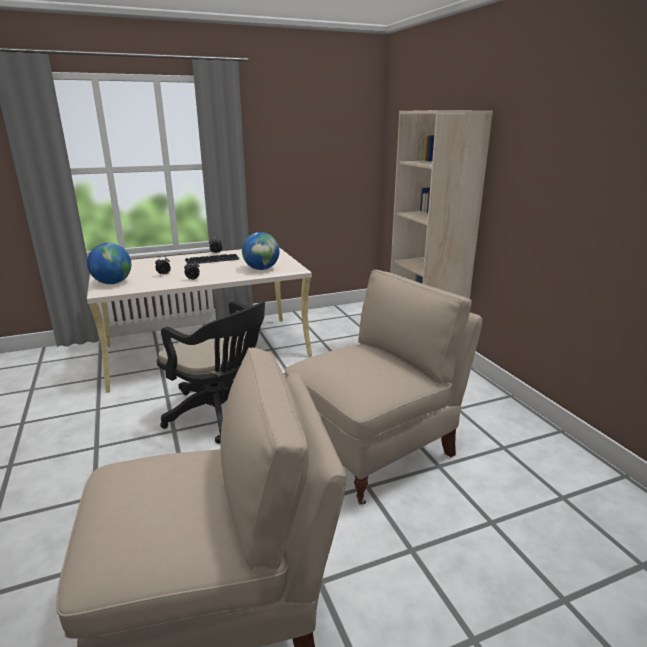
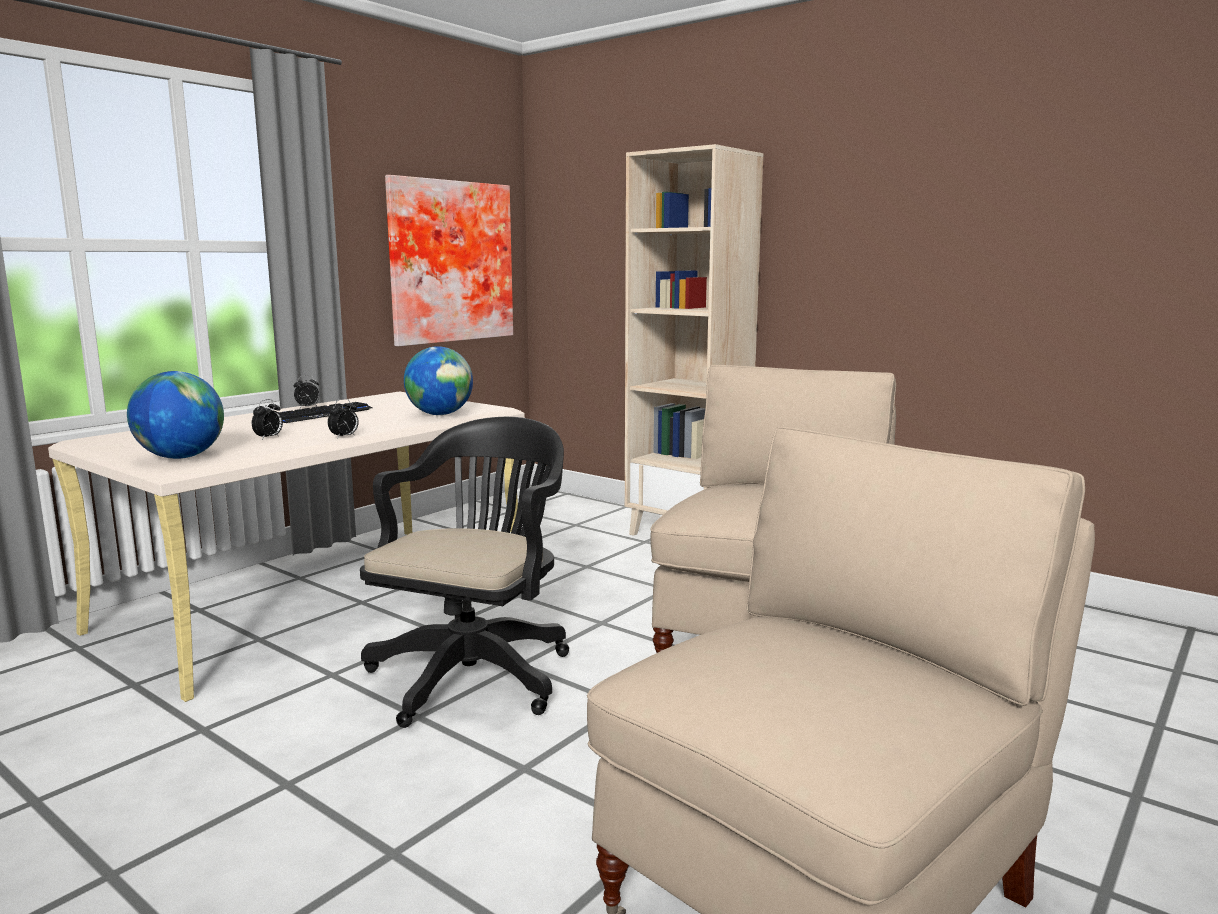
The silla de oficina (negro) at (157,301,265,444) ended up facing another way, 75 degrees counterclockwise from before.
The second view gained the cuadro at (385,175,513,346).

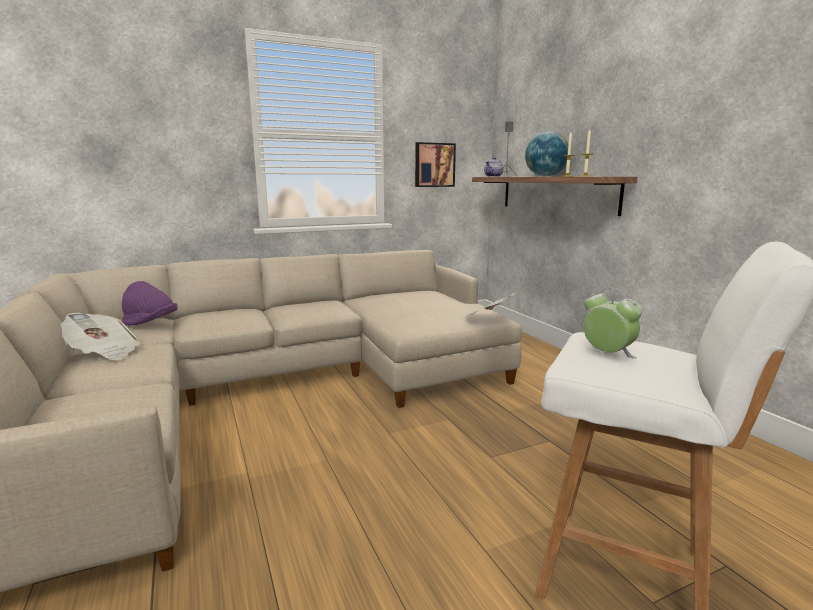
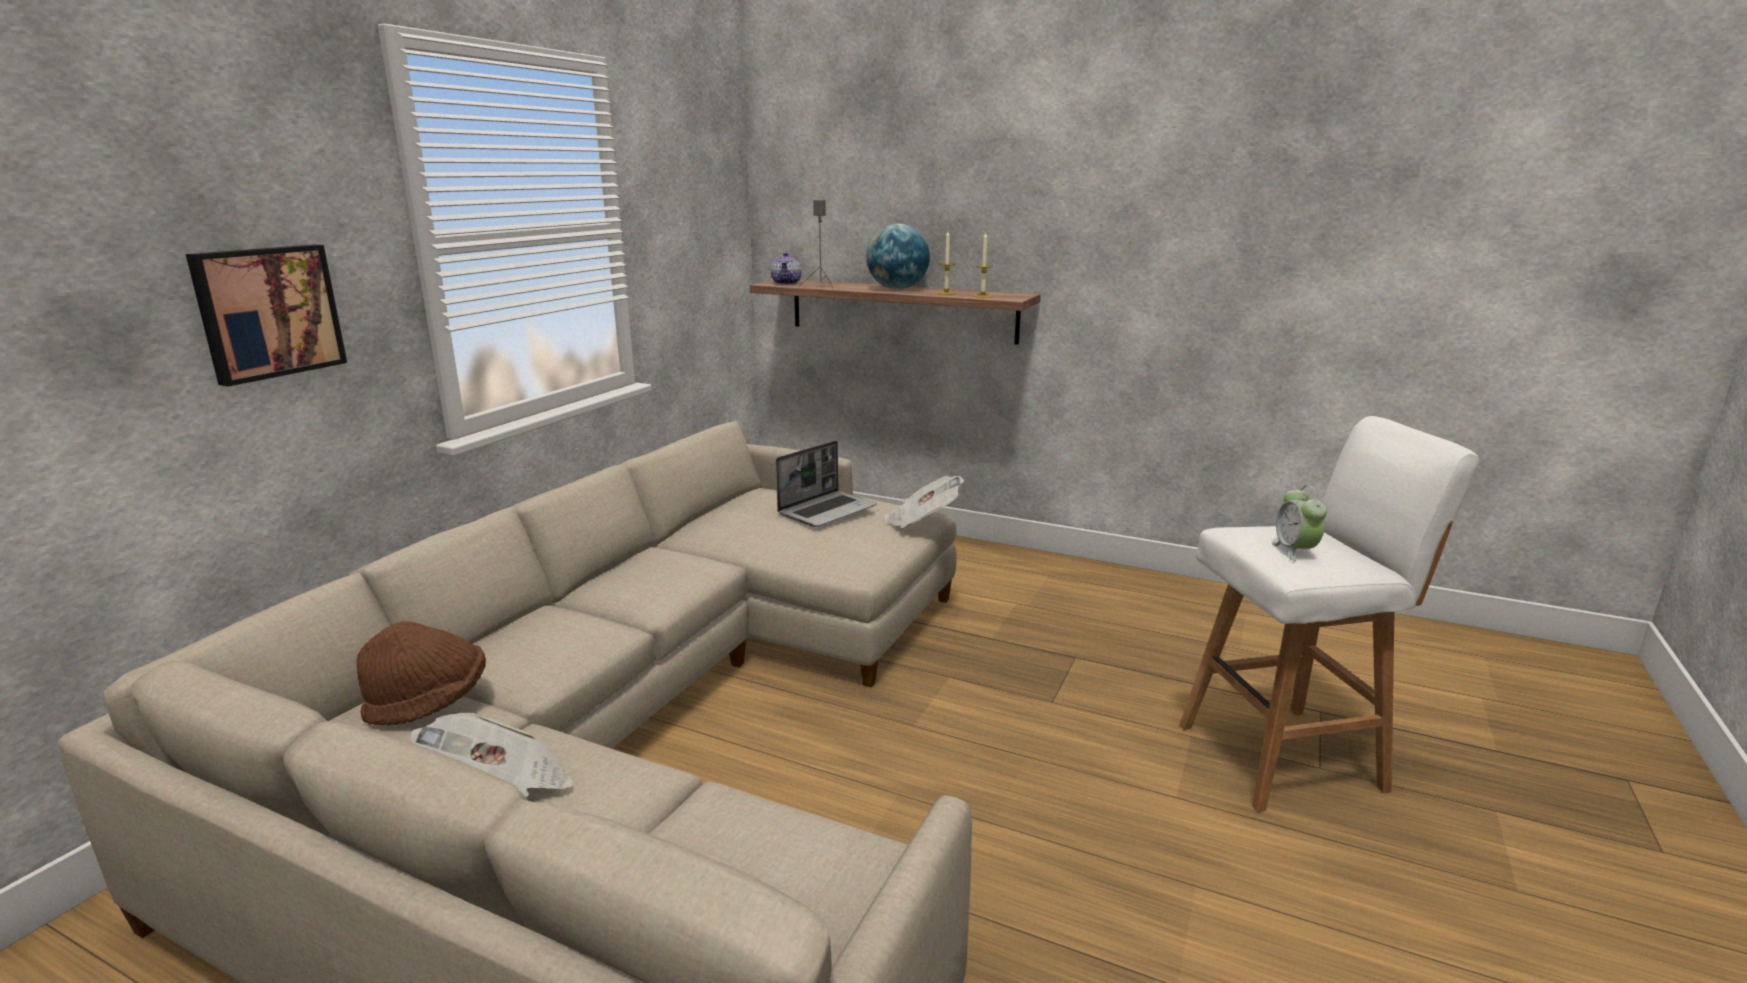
The cuadro ended up elsewhere, having gone from (415,142,456,187) to (186,245,347,387).
What was the sombrero (morado) at (122,281,178,326) turned into the sombrero (marrón) at (357,621,486,725).
The second view gained the portátil at (776,441,877,527).
The despertador at (583,287,642,359) ended up facing another way, 105 degrees counterclockwise from before.

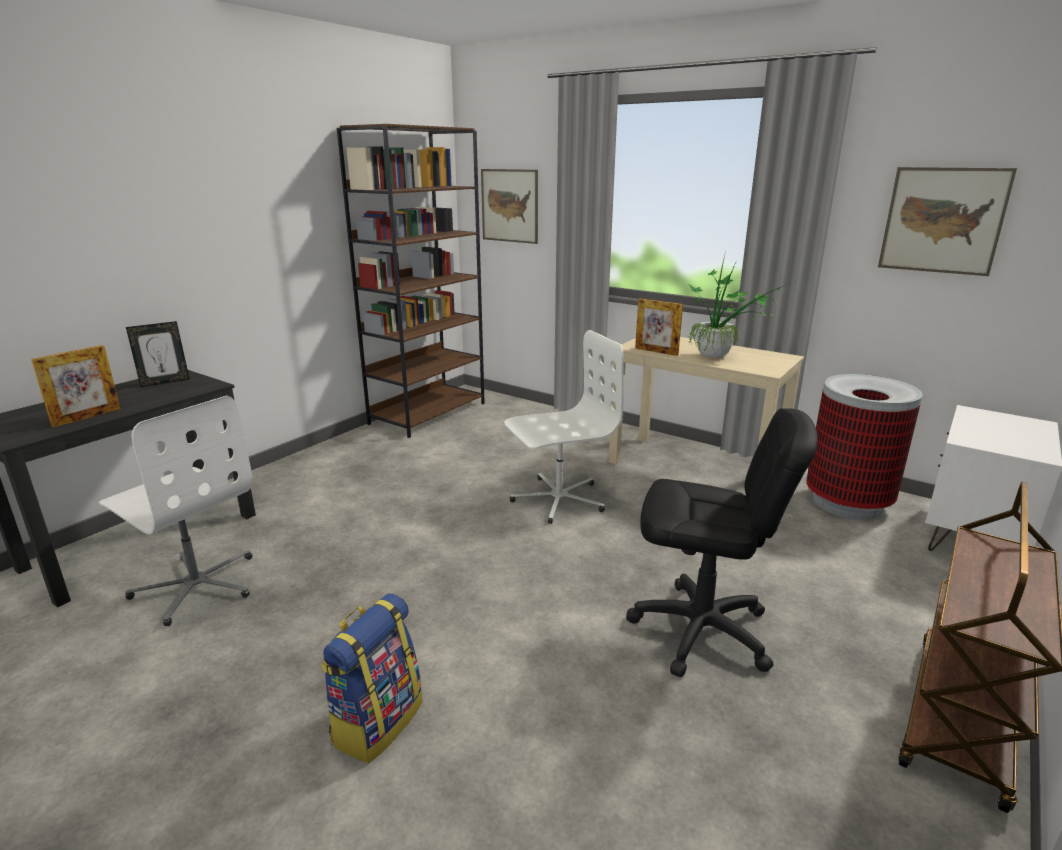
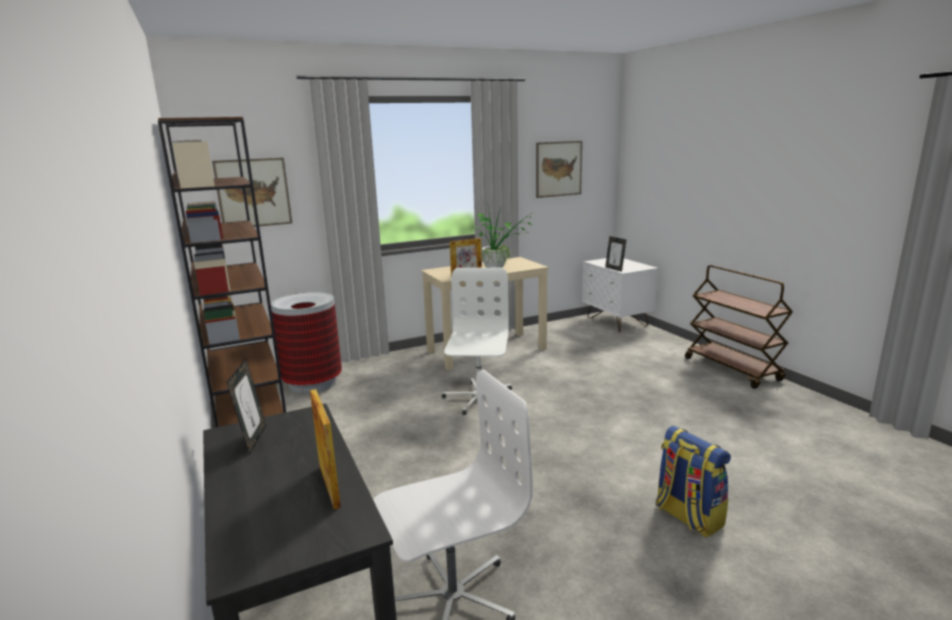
The papelera ended up elsewhere, having gone from (806,374,923,520) to (271,292,342,394).
The second view gained the portarretratos at (605,236,626,272).
The second view lost the silla de oficina (negro) at (626,408,818,677).

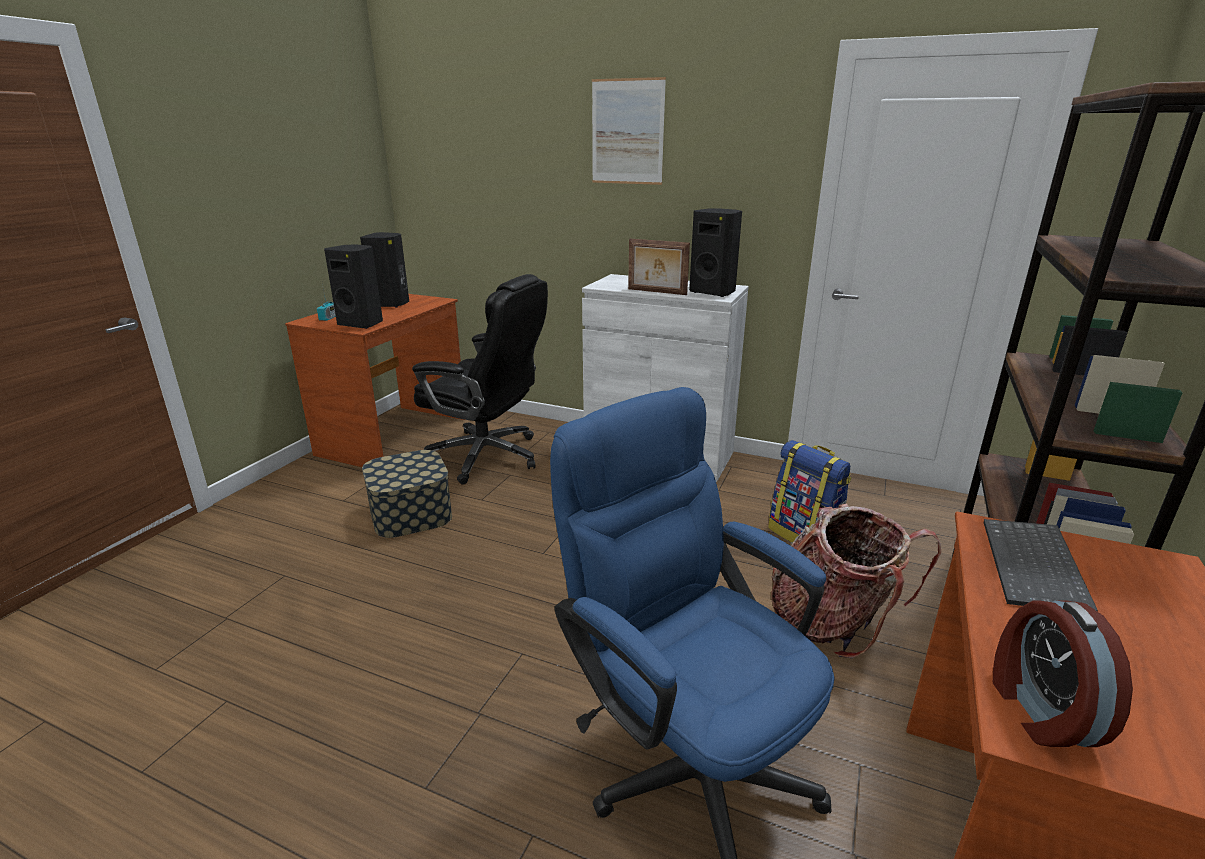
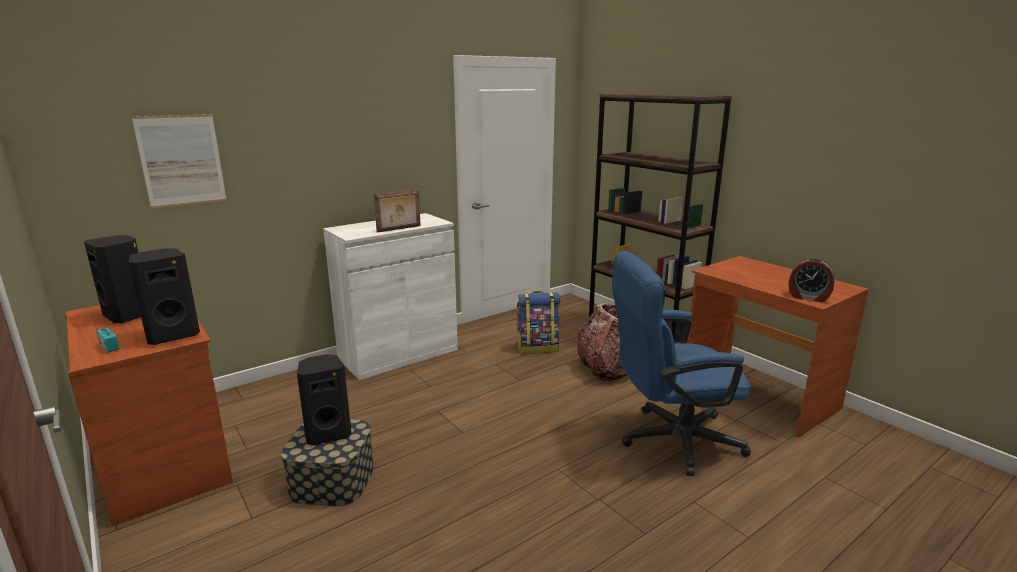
The cuadro ended up elsewhere, having gone from (592,77,666,185) to (132,114,227,208).
The altavoz (negro) ended up elsewhere, having gone from (689,208,742,297) to (297,354,352,446).
The second view lost the silla de oficina (negro) at (412,274,548,485).
The second view lost the teclado at (984,519,1098,612).

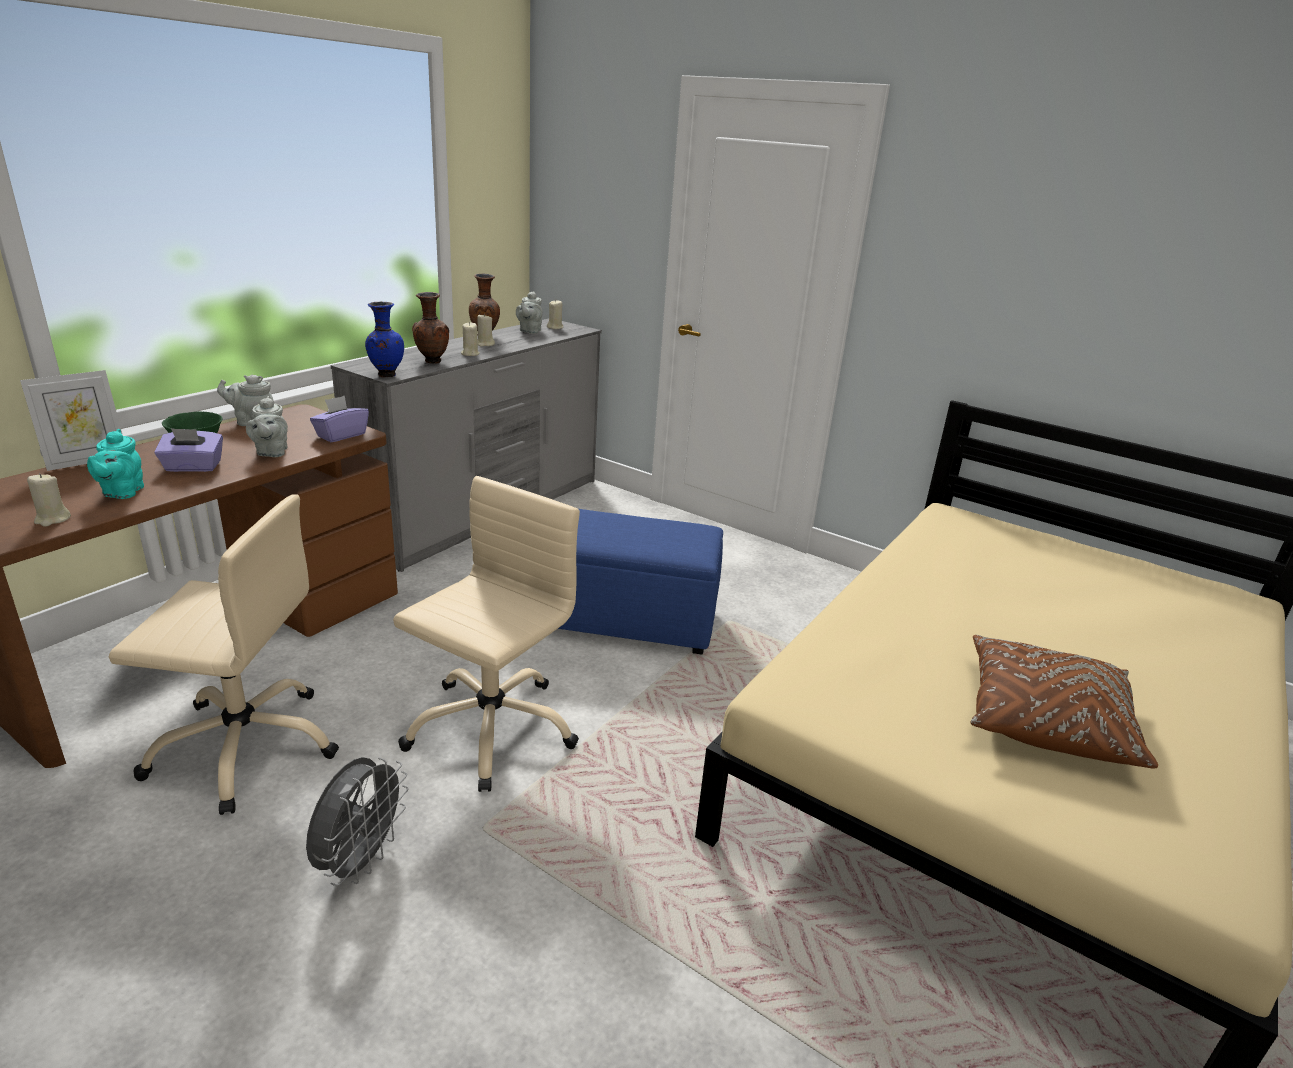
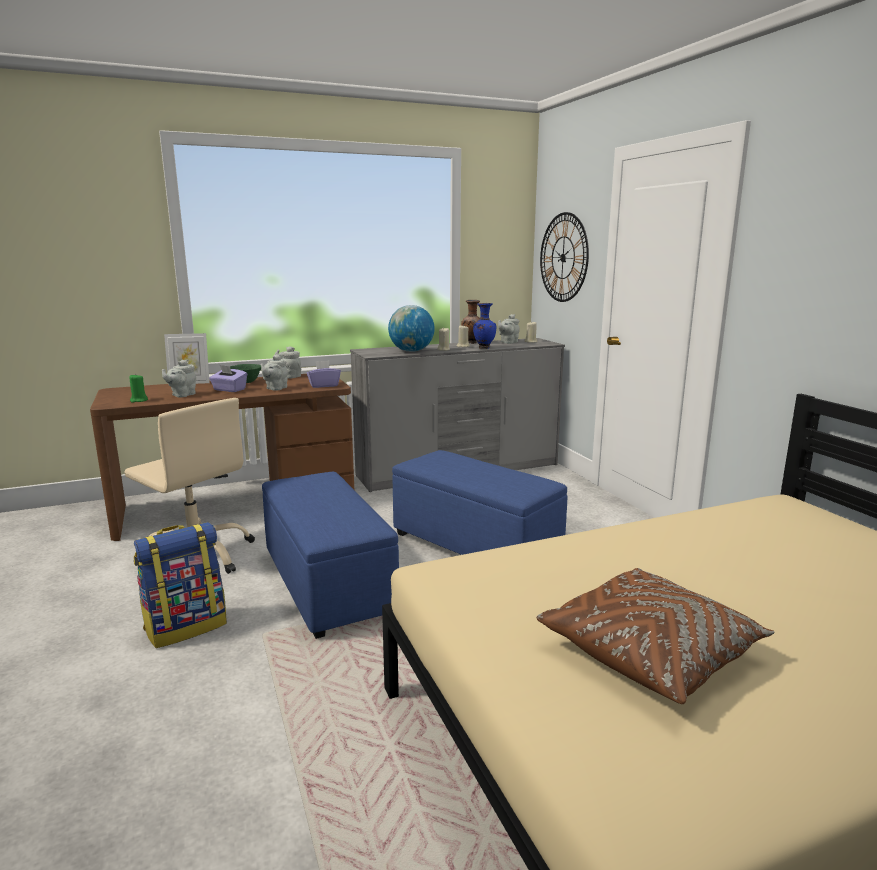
What was the vela (beis) at (27,473,71,527) turned into the vela (verde) at (129,374,148,403).
Where the ventilador (gris) stood at (306,757,408,886), the mochila came to stand at (134,522,227,648).
What was the tetera (turquesa) at (87,429,144,499) turned into the tetera (gris) at (162,359,196,397).
Where the silla de oficina (beis) stood at (393,476,580,792), the puf (azul) came to stand at (262,472,399,639).
Where the florero (marrón) stood at (412,292,449,364), the globo terráqueo came to stand at (388,305,435,352).
The florero (azul) ended up elsewhere, having gone from (365,301,404,377) to (473,303,496,349).
The second view gained the reloj de pared at (540,212,589,302).

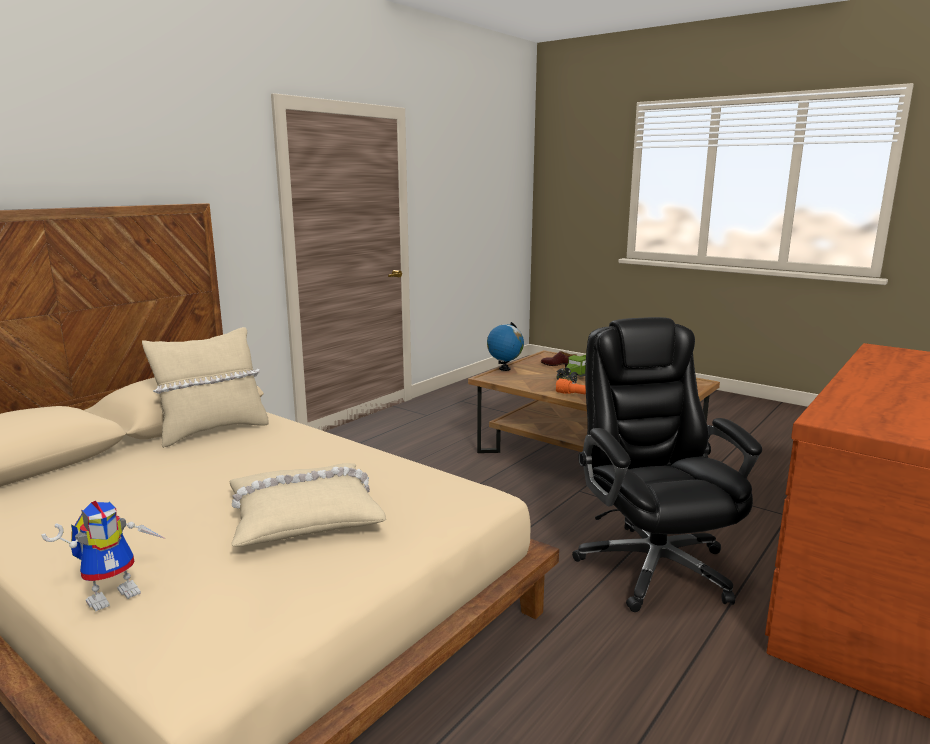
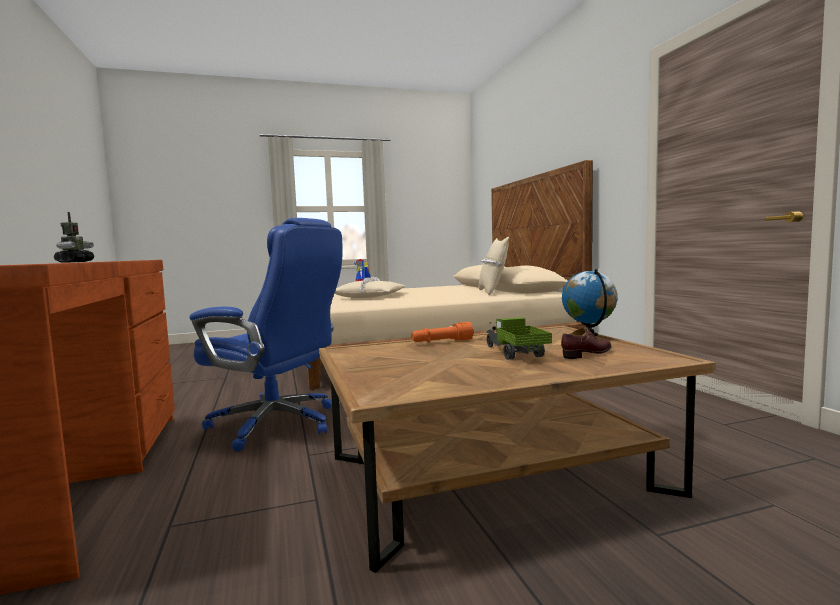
The second view gained the robot de juguete at (54,212,94,263).
What was the silla de oficina (negro) at (572,317,762,612) turned into the silla de oficina (azul) at (189,218,343,452).

